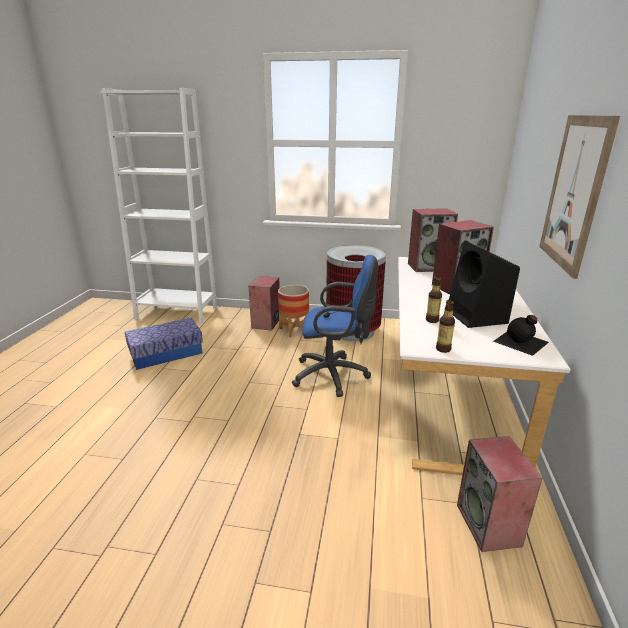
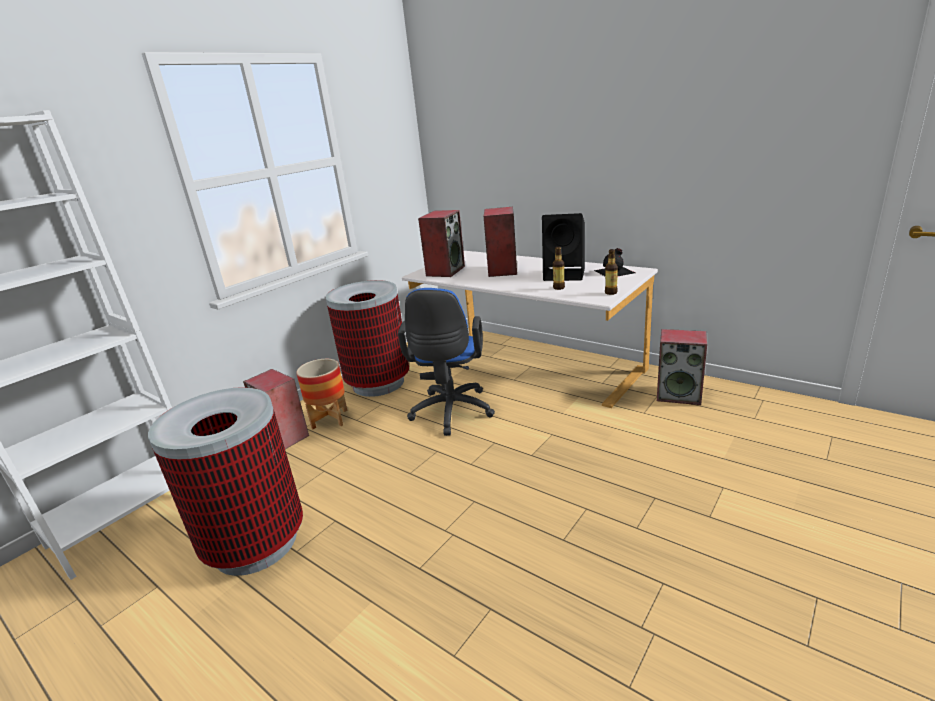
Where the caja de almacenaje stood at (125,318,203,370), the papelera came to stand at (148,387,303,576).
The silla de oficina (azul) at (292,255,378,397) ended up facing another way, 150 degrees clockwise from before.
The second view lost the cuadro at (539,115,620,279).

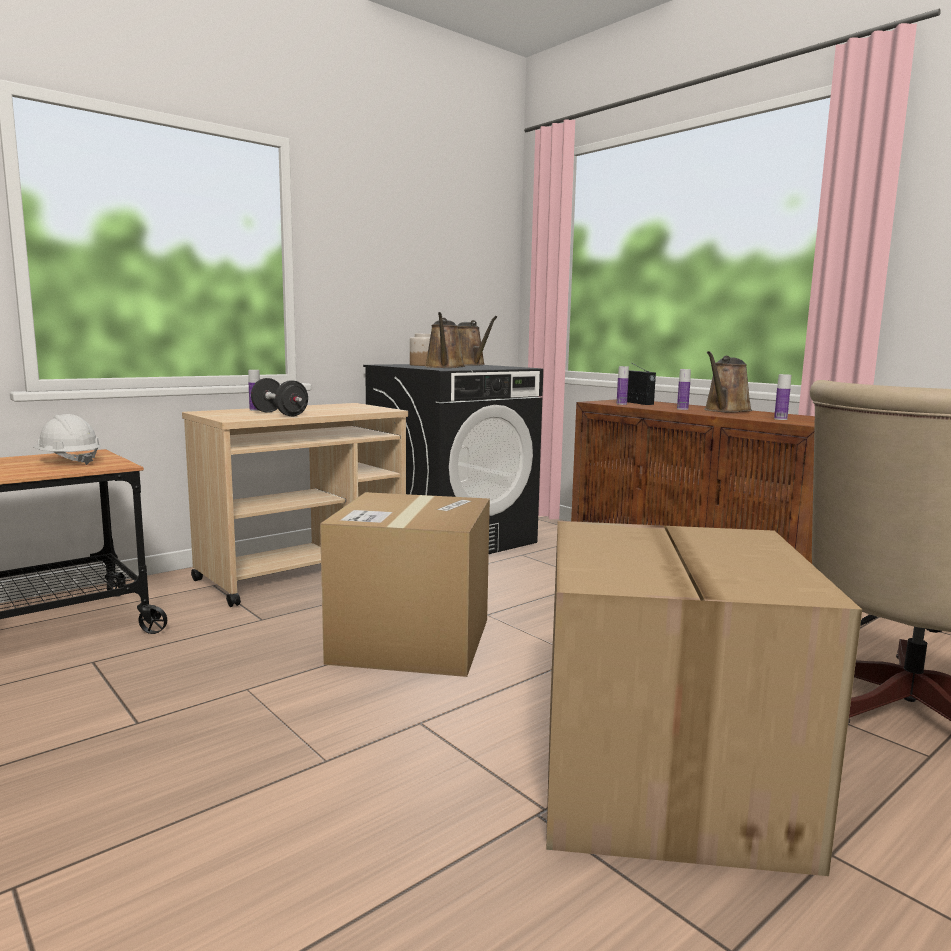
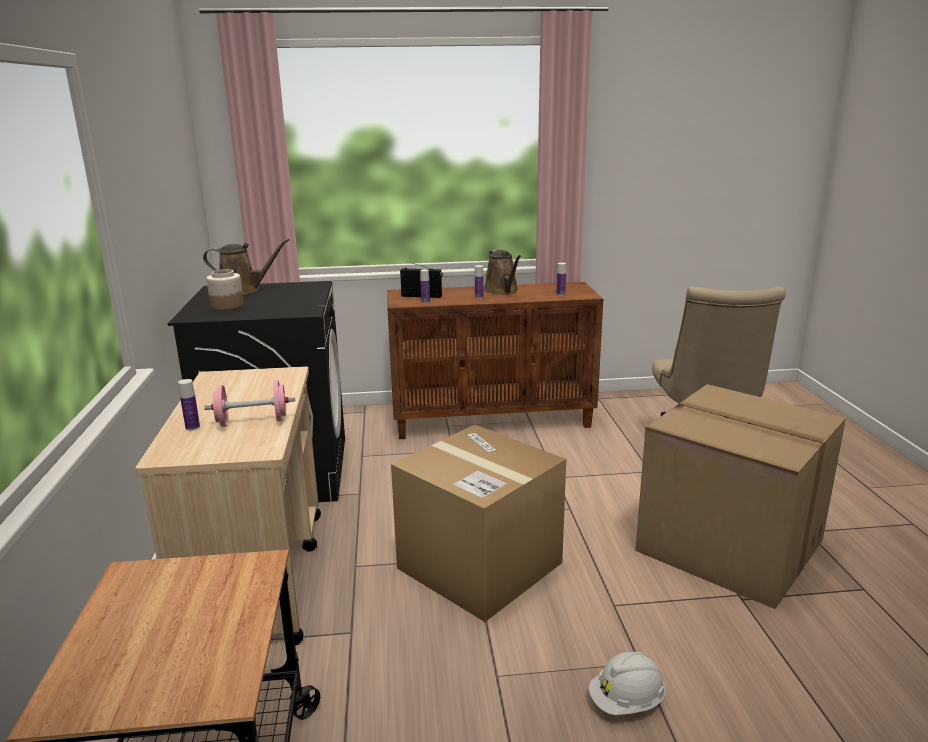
What was the mancuerna (negro) at (251,378,308,416) turned into the mancuerna (rosa) at (204,380,295,427).
The casco (blanco) ended up elsewhere, having gone from (33,414,101,465) to (589,652,666,715).
The second view lost the regadera (marrón) at (425,312,465,368).

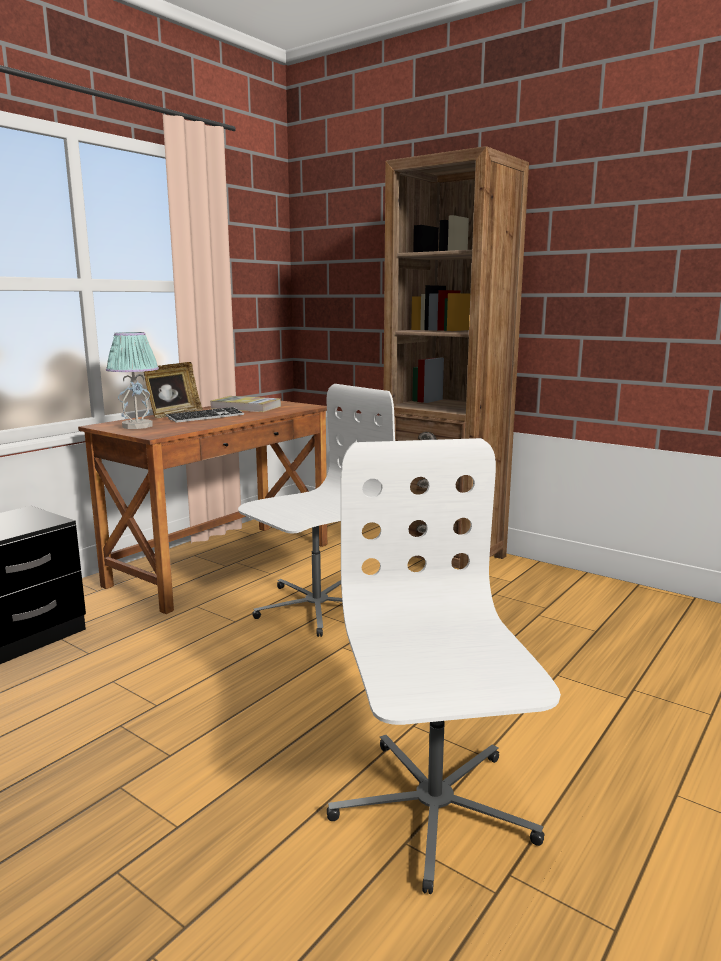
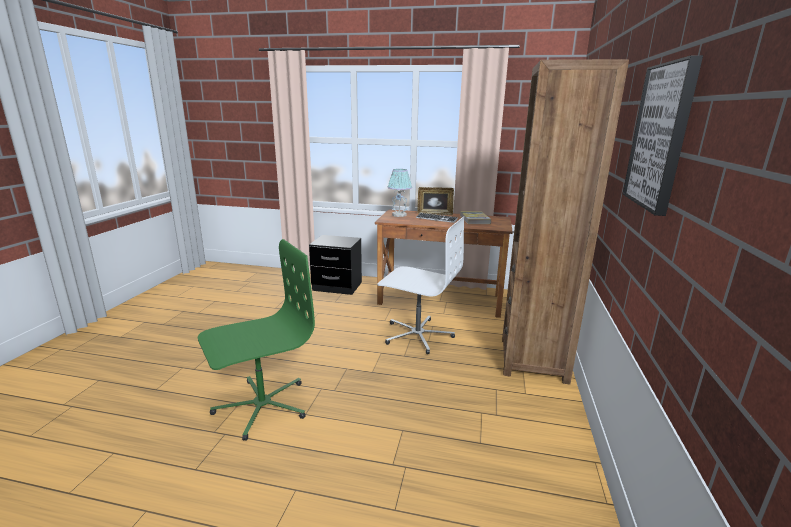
What was the silla de oficina (blanco) at (327,438,561,894) turned into the silla de oficina (verde) at (198,239,315,441).
The second view gained the cuadro at (623,55,703,216).

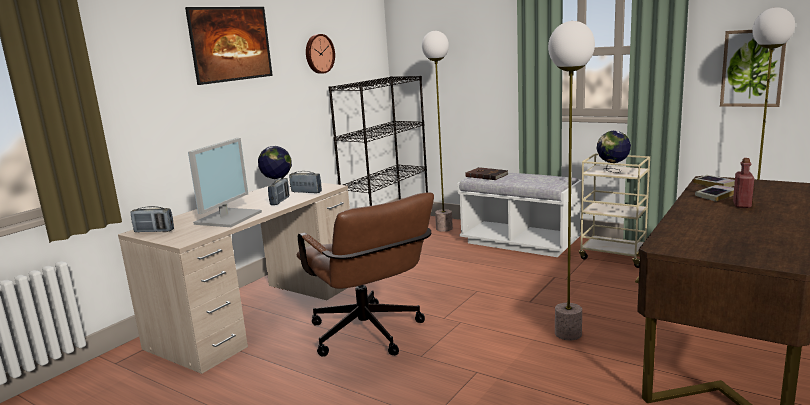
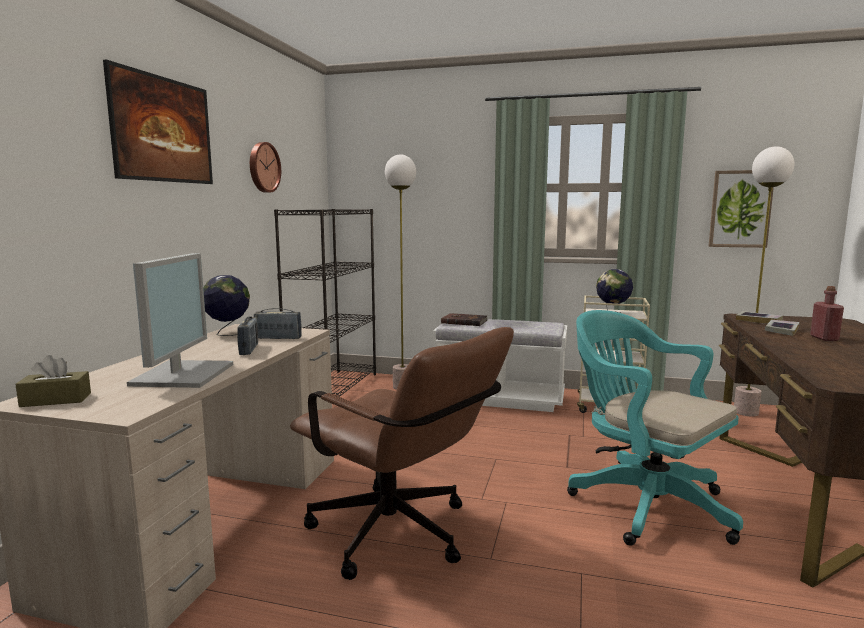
Where the radio stood at (130,206,174,233), the caja de pañuelos (marrón) came to stand at (15,355,91,407).
Where the lámpara de pie stood at (548,21,595,340), the silla de oficina (turquesa) came to stand at (567,310,743,546).

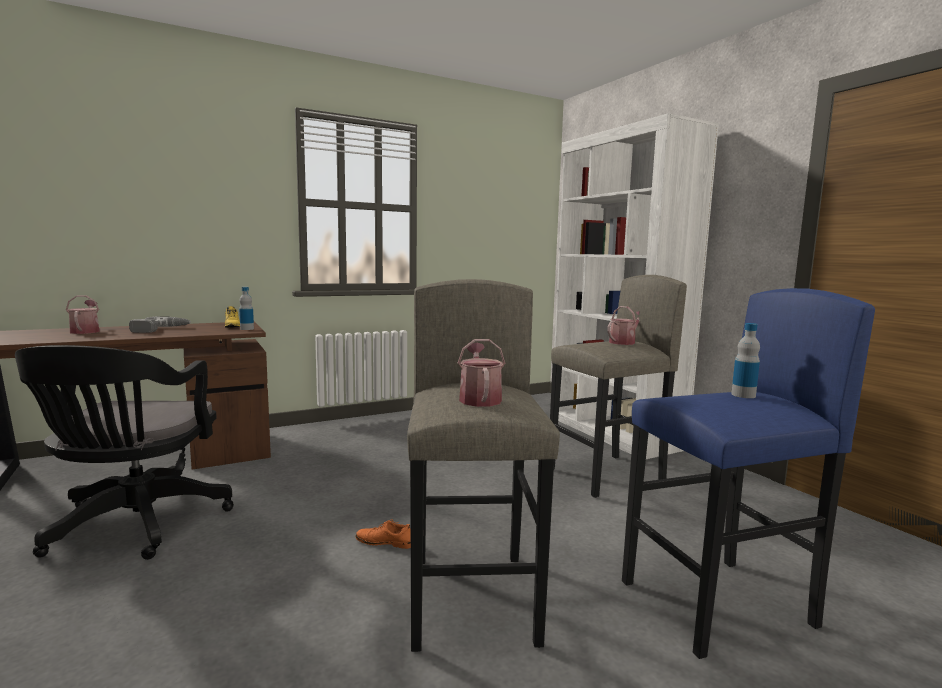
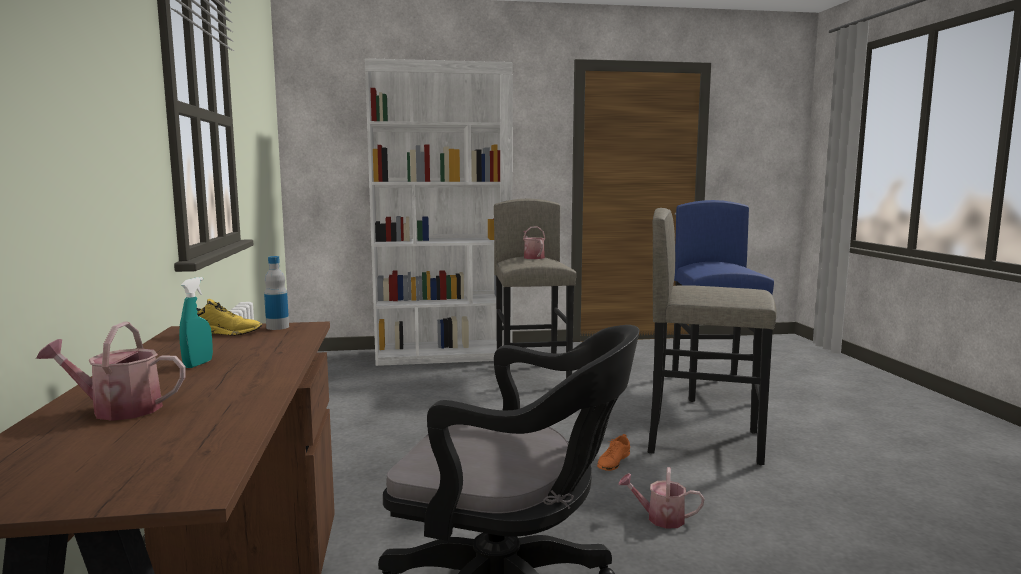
Where the taladro stood at (129,316,191,333), the pulverizador (turquesa) came to stand at (179,277,213,368).
The regadera ended up elsewhere, having gone from (458,339,505,407) to (618,467,704,529).
The second view lost the botella at (731,323,760,398).

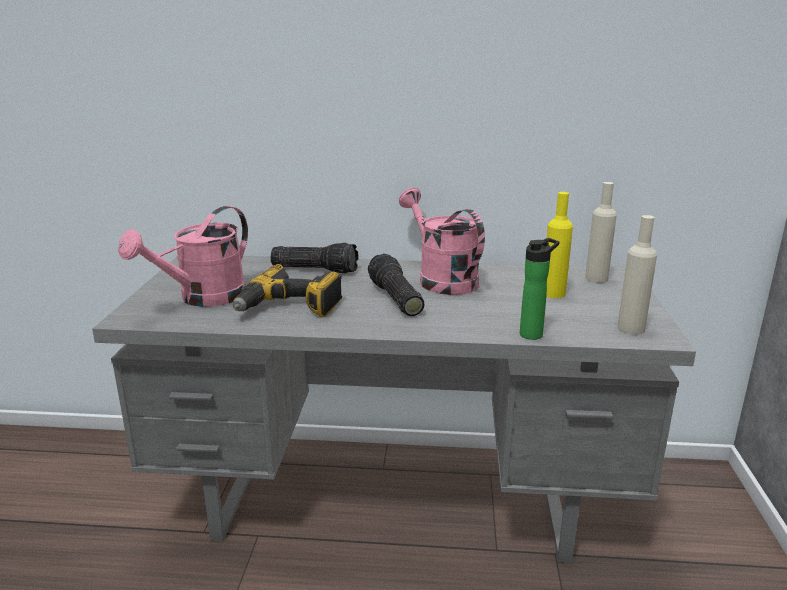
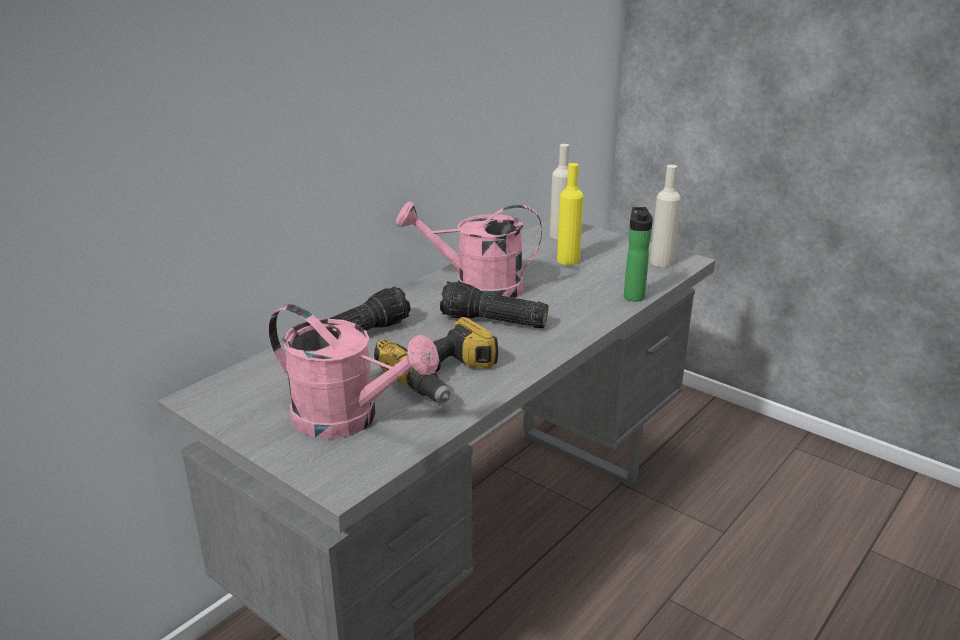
The regadera (rosa) at (118,206,248,307) ended up facing another way, 45 degrees counterclockwise from before.

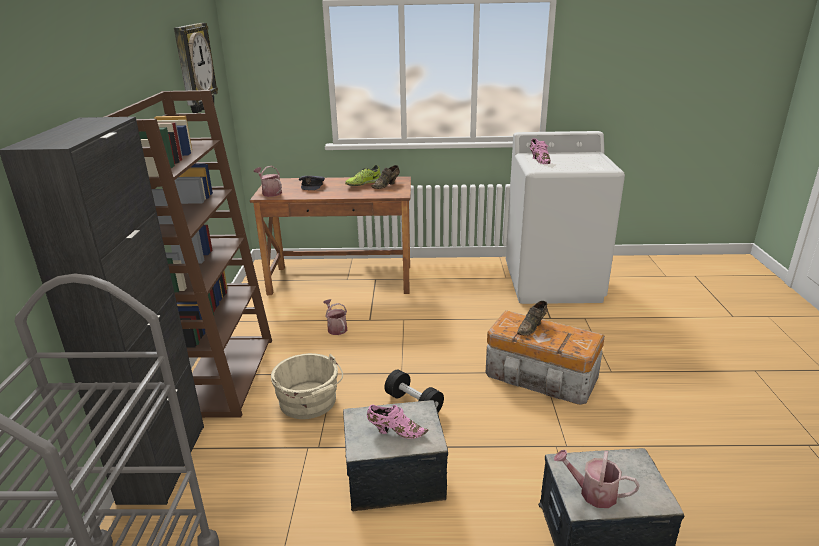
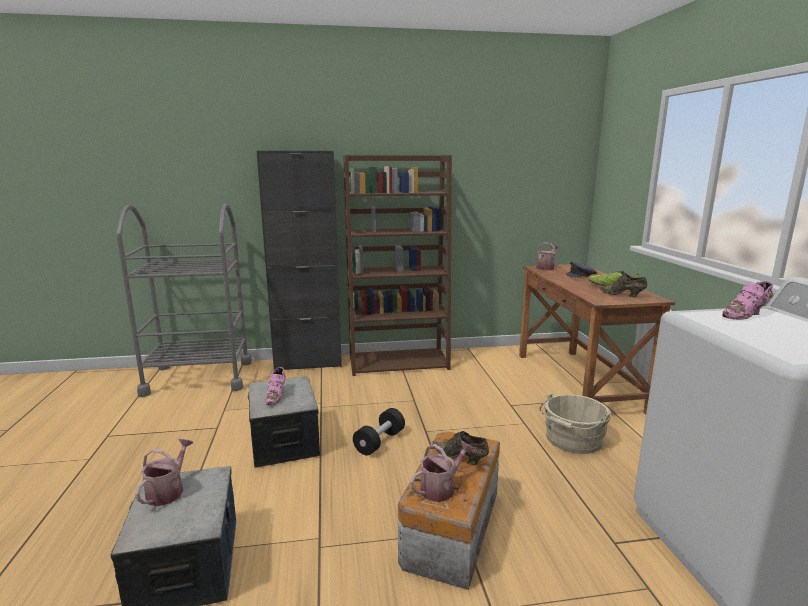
The regadera ended up elsewhere, having gone from (323,299,347,335) to (410,441,474,502).
The cubo (beis) ended up elsewhere, having gone from (271,353,343,419) to (539,392,611,454).
The second view lost the reloj de pared at (174,23,218,113).

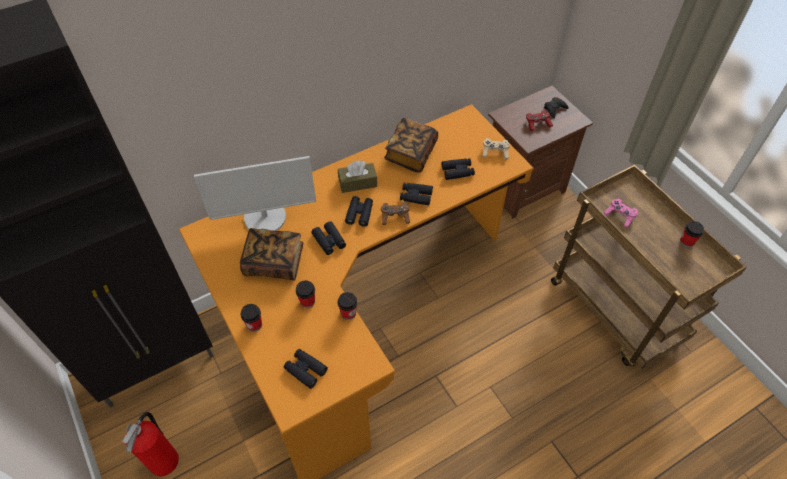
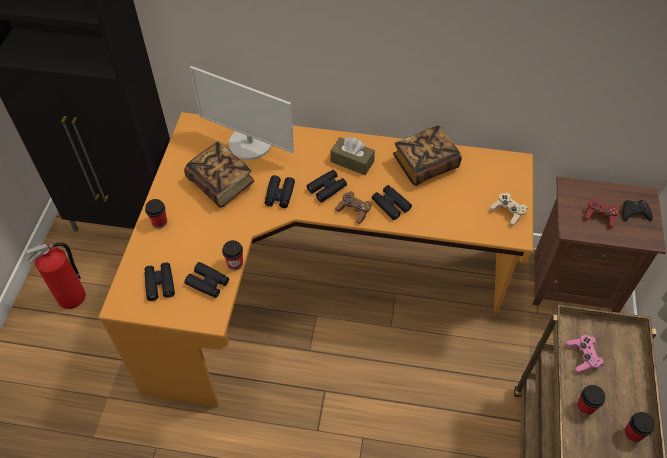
The prismáticos (negro) ended up elsewhere, having gone from (442,158,475,180) to (185,262,229,298).
The taza ended up elsewhere, having gone from (295,280,315,308) to (577,385,605,416).

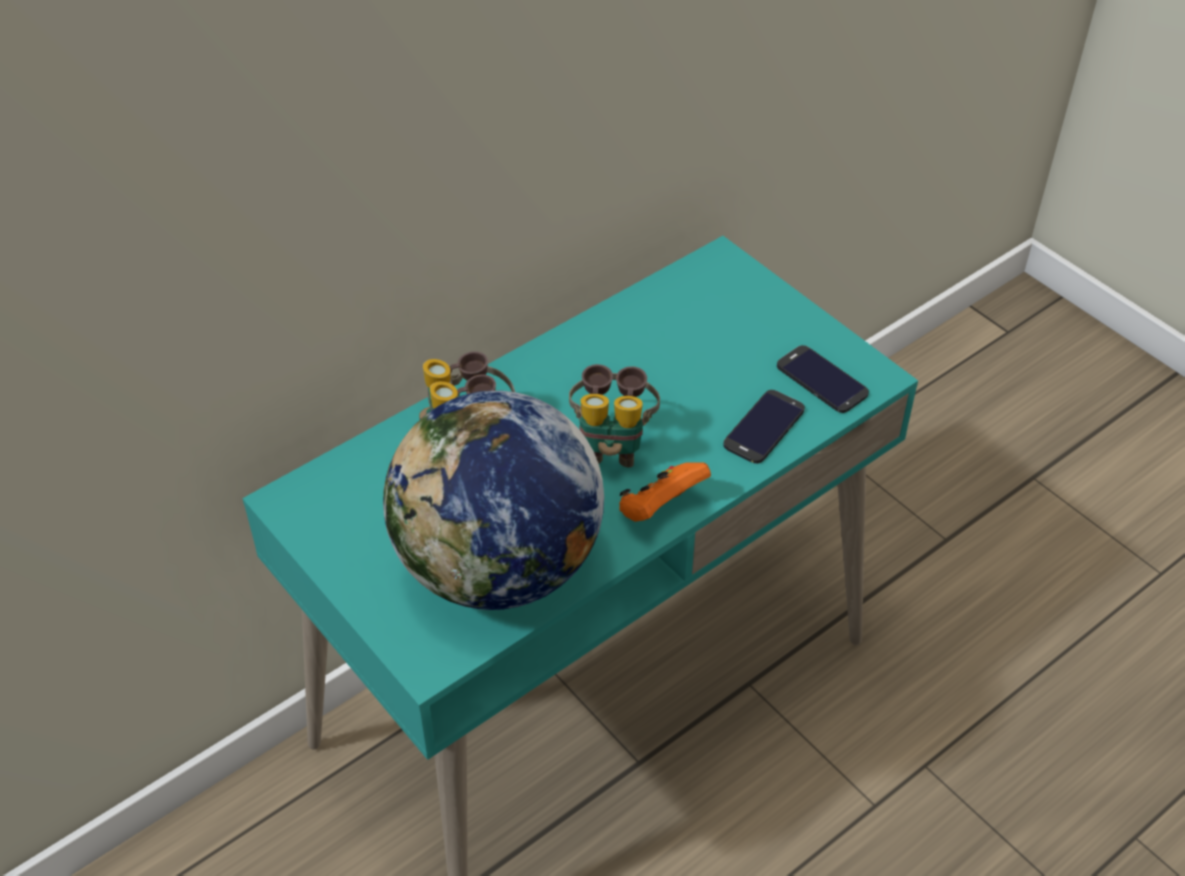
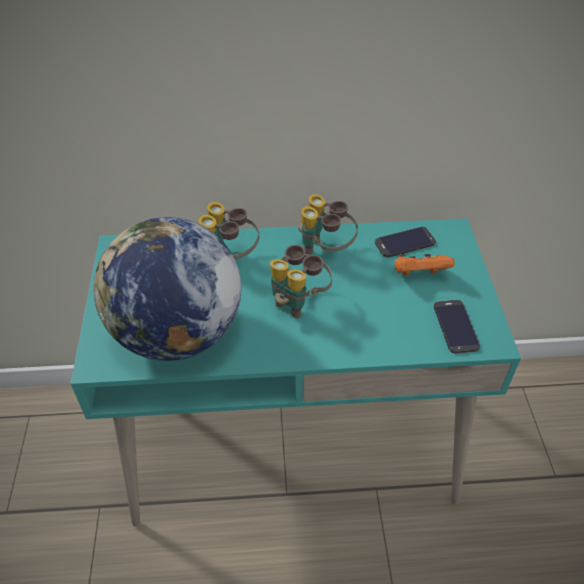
The second view gained the prismáticos at (298,194,358,255).
The móvil ended up elsewhere, having gone from (723,390,805,464) to (375,227,436,258).
The mando de consola (naranja) ended up elsewhere, having gone from (619,462,711,522) to (394,254,455,276).

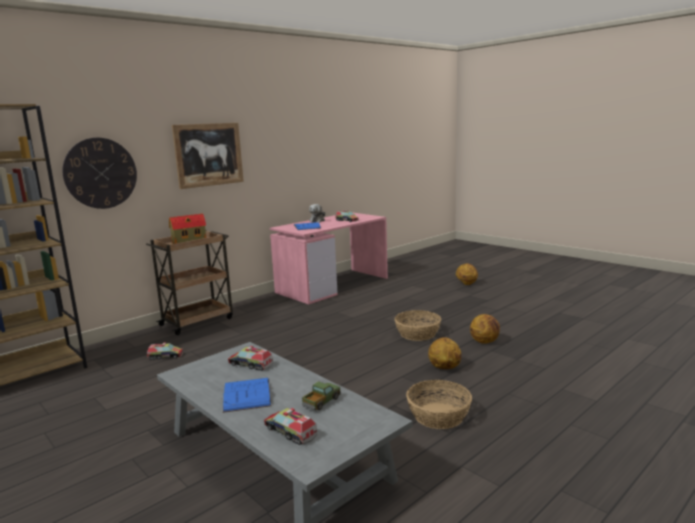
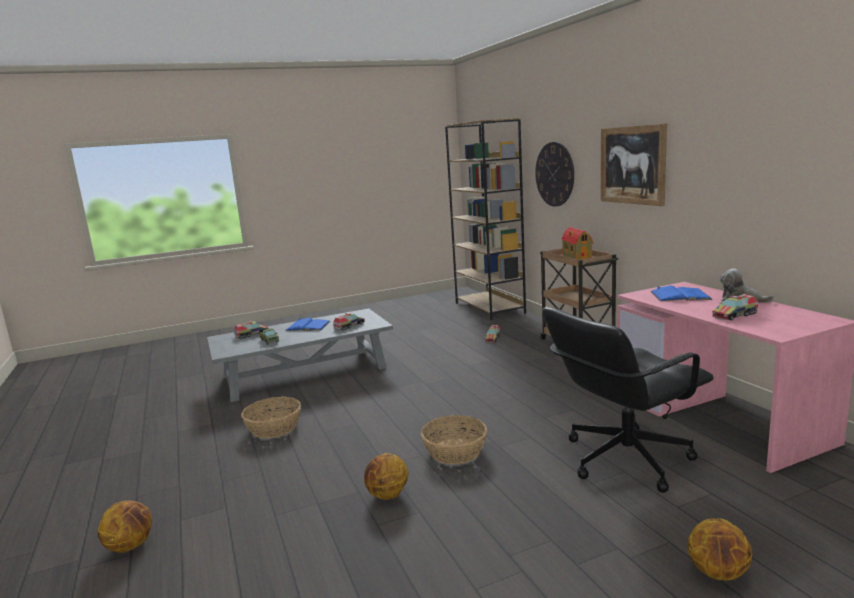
The balón de baloncesto ended up elsewhere, having gone from (428,337,462,369) to (98,500,152,553).
The second view gained the silla de oficina (negro) at (542,307,714,493).

